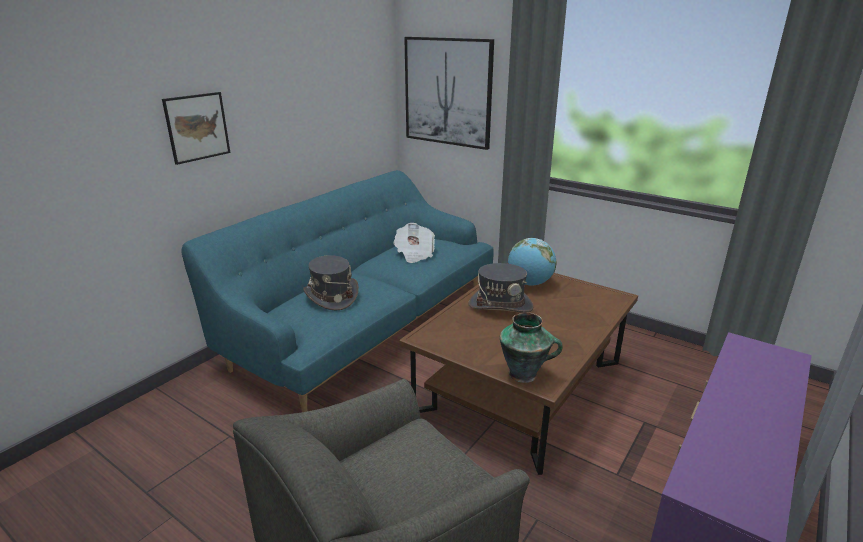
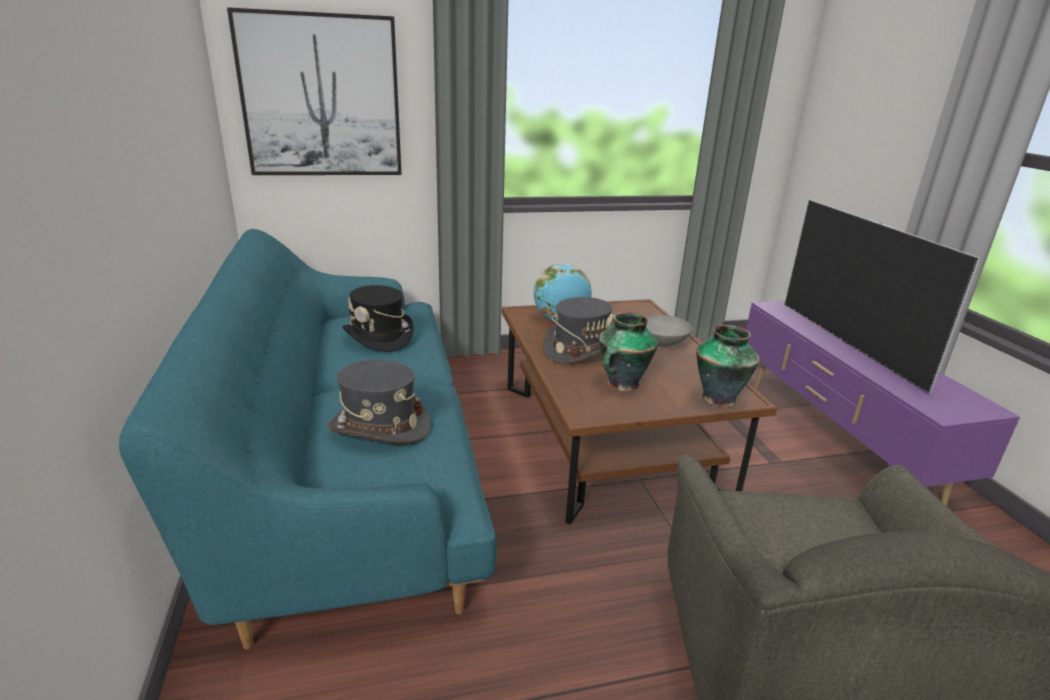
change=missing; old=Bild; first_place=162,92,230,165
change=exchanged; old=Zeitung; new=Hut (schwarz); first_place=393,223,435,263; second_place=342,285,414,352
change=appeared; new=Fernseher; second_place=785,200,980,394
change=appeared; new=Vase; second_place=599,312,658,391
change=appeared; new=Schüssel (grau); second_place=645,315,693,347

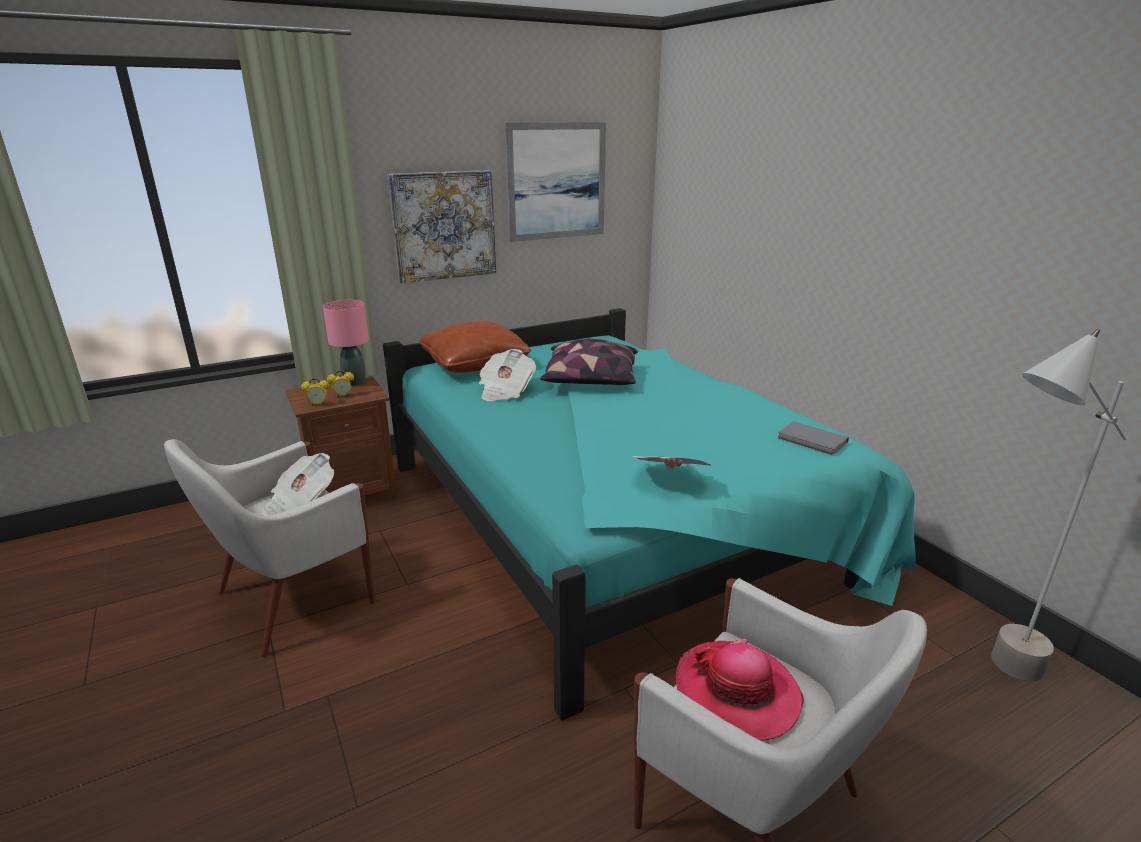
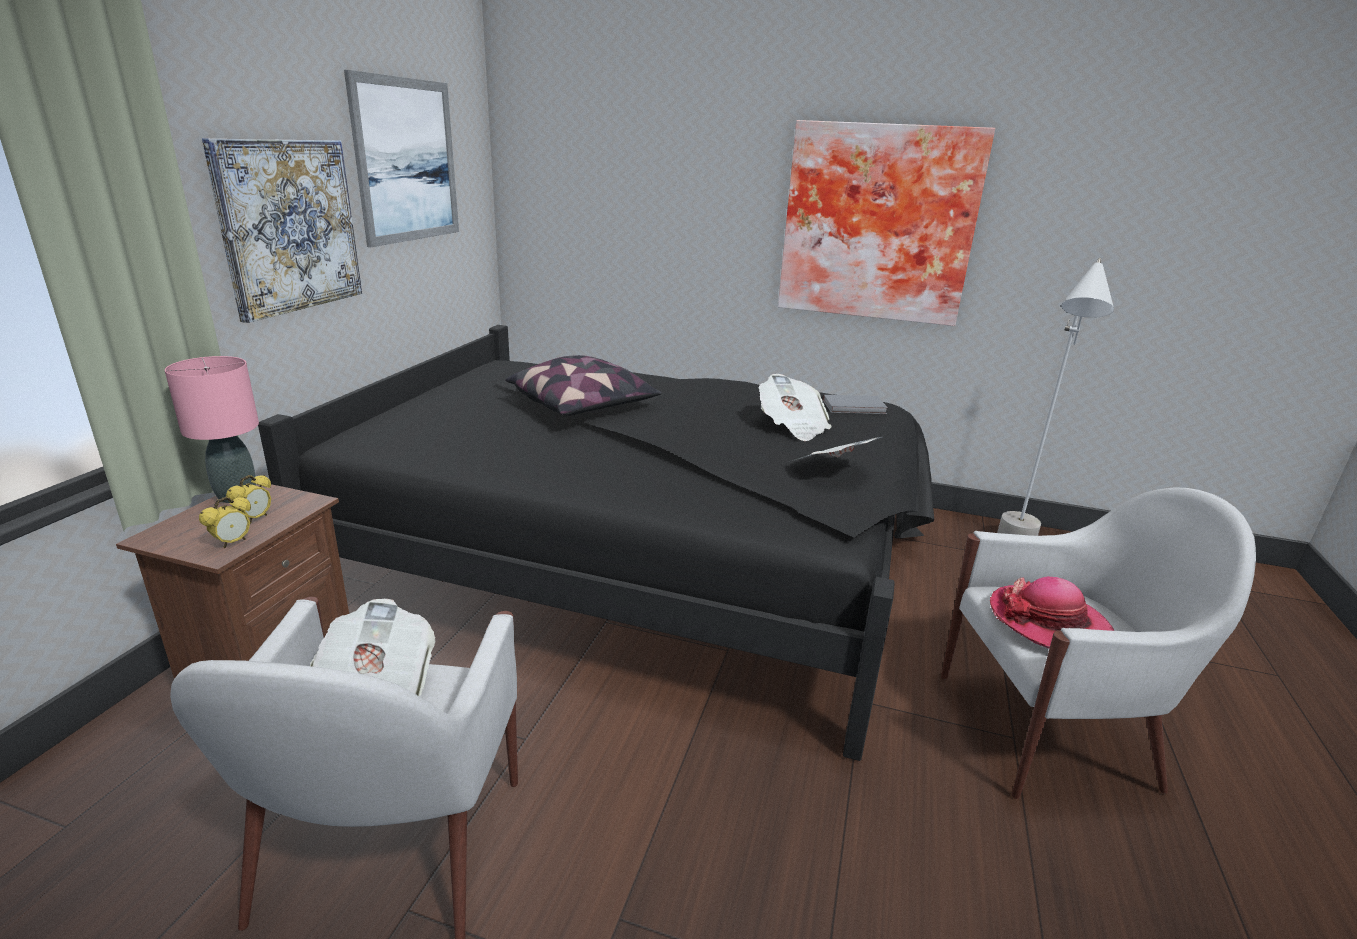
change=colour; old=Bett (türkis); new=Bett (schwarz); first_place=383,308,916,721; second_place=258,325,934,761
change=missing; old=Kissen (braun); first_place=419,321,531,373
change=relocated; old=Zeitung; first_place=479,349,536,401; second_place=758,374,832,441
change=appeared; new=Bild; second_place=778,120,995,326

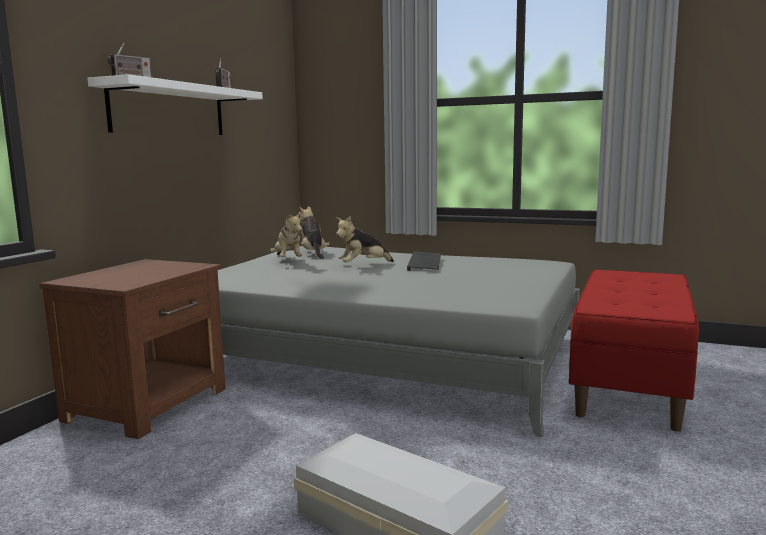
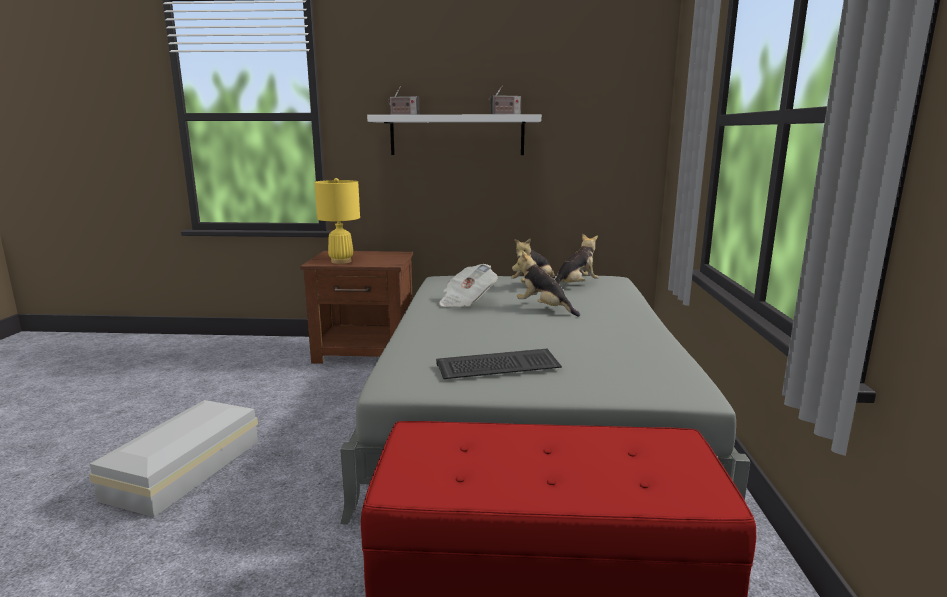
change=relocated; old=Tastatur; first_place=407,251,441,271; second_place=436,349,562,379
change=appeared; new=Tischlampe (gelb); second_place=314,178,360,264
change=appeared; new=Zeitung; second_place=439,264,498,307

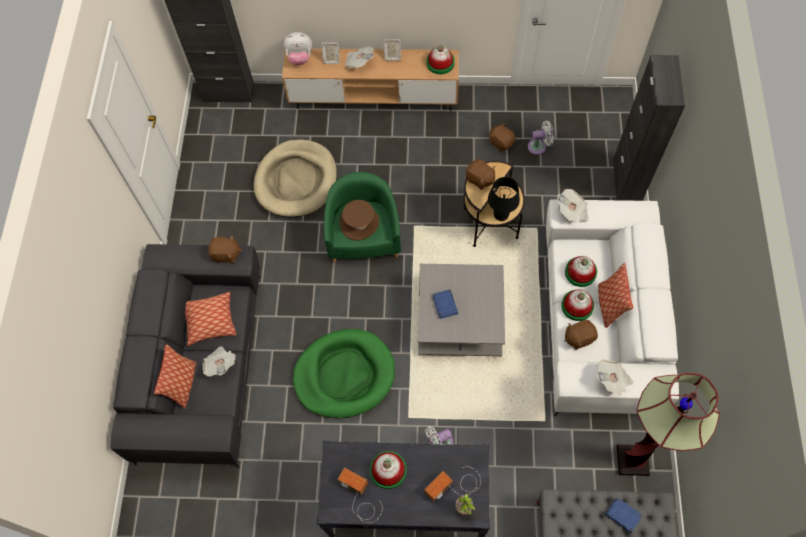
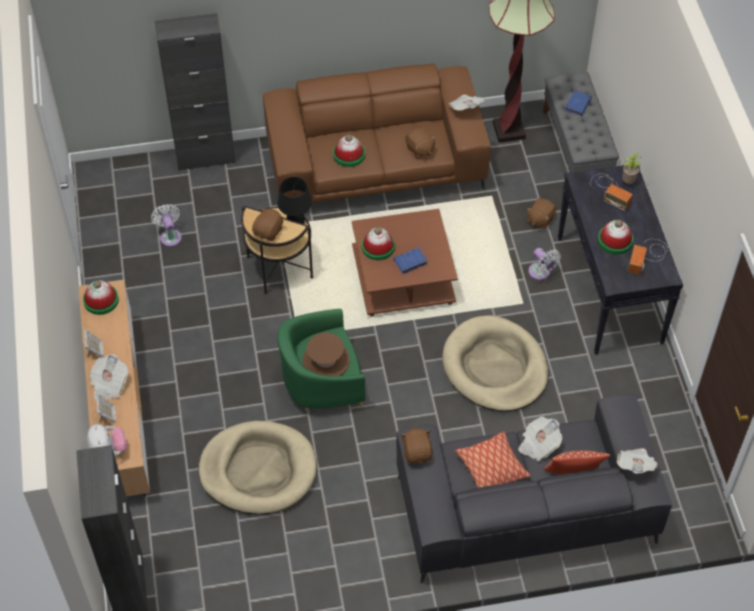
change=relocated; old=Plüschtier (braun); first_place=489,123,516,152; second_place=527,198,556,229
change=relocated; old=Zeitung; first_place=557,189,588,223; second_place=617,448,658,473
change=colour; old=Sofa (weiß); new=Sofa (braun); first_place=546,199,679,417; second_place=263,63,491,203
change=missing; old=Kissen; first_place=598,263,633,328
change=colour; old=Couchtisch (grau); new=Couchtisch (braun); first_place=418,264,505,356; second_place=352,209,458,316
change=relocated; old=Hut; first_place=561,289,594,321; second_place=362,227,395,260
change=colour; old=Hundebett (grün); new=Hundebett (beige); first_place=293,329,395,419; second_place=442,315,548,412

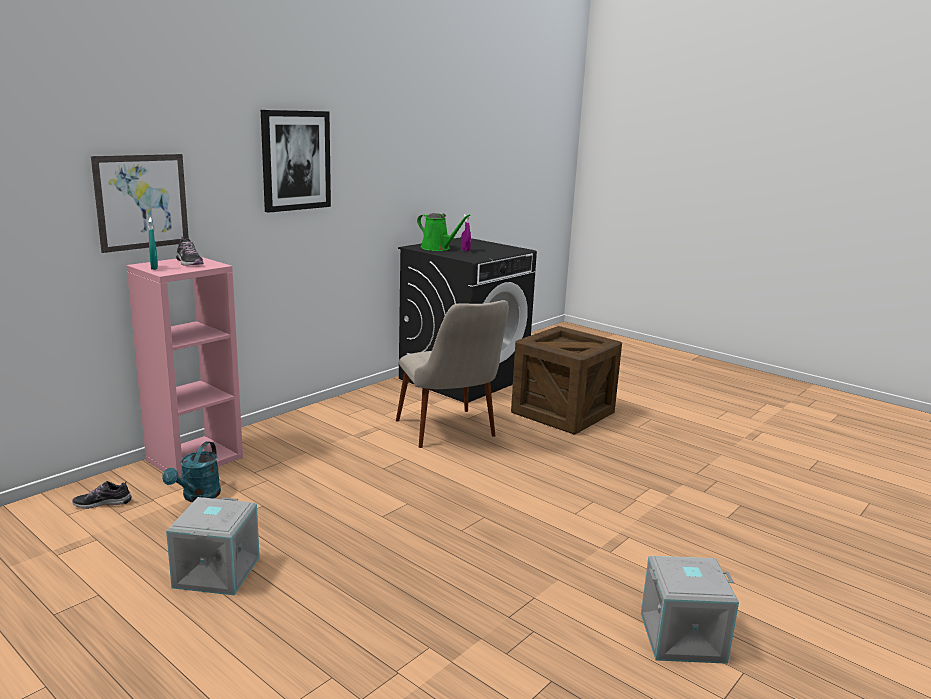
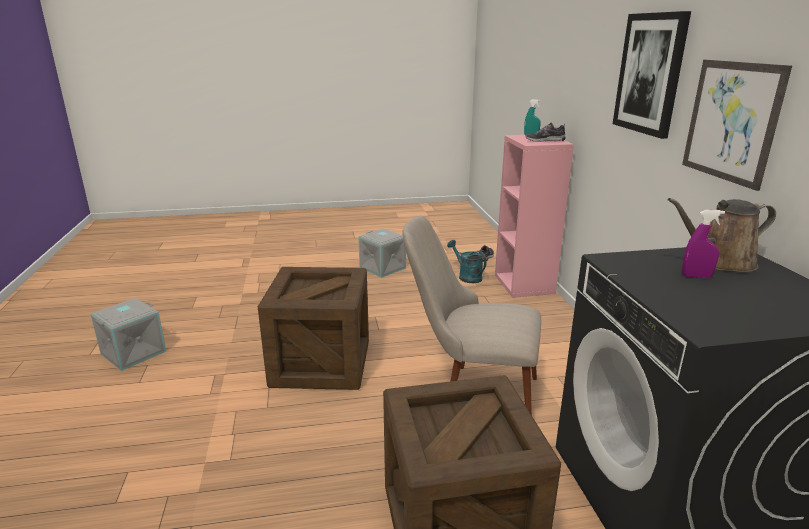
change=relocated; old=Bild; first_place=91,154,189,253; second_place=682,60,792,191
change=colour; old=Gießkanne (grün); new=Gießkanne (braun); first_place=417,213,470,251; second_place=668,198,776,273
change=appeared; new=Kiste; second_place=258,267,369,390

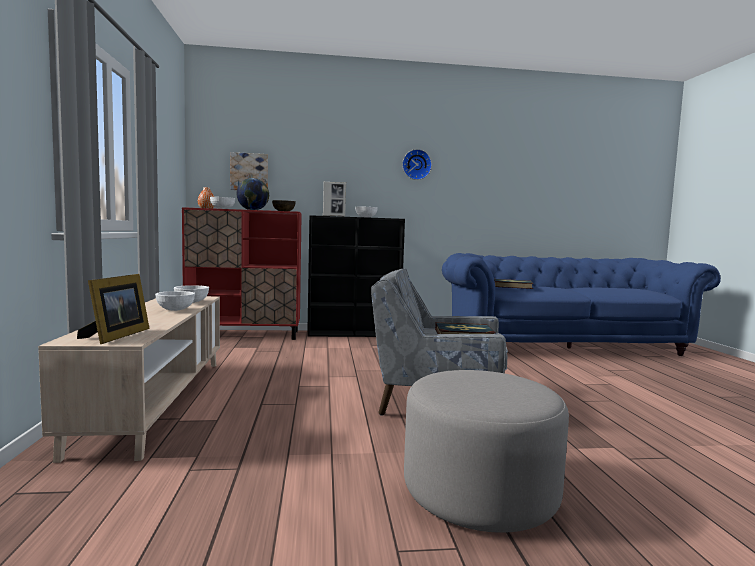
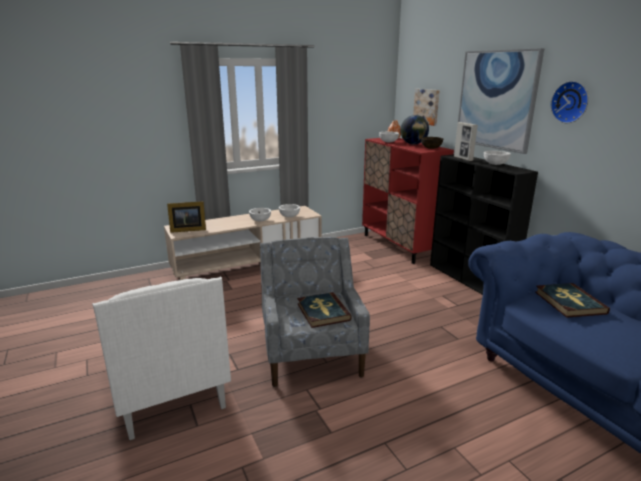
change=exchanged; old=Polsterhocker (grau); new=Sessel (weiß); first_place=404,370,569,533; second_place=92,277,231,440
change=appeared; new=Bild; second_place=458,48,544,154

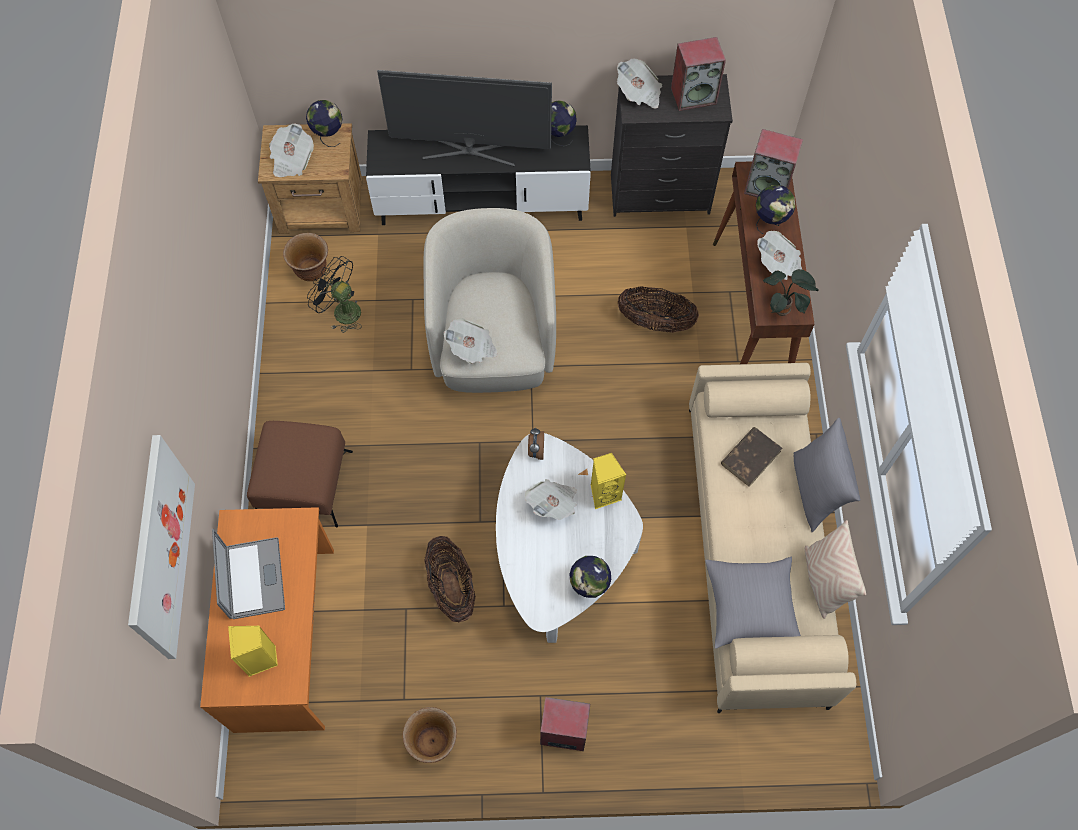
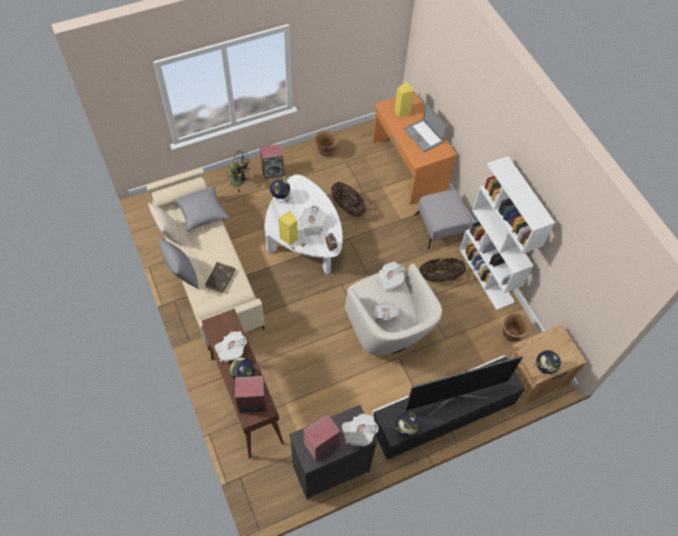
change=relocated; old=Zeitung; first_place=269,124,314,177; second_place=371,300,400,320
change=relocated; old=Ventilator (schwarz); first_place=307,256,362,333; second_place=226,151,251,192
change=missing; old=Topfpflanze; first_place=763,269,819,316
change=relocated; old=Korb; first_place=618,286,699,333; second_place=419,258,466,282
change=colour; old=Polsterhocker (braun); new=Polsterhocker (grau); first_place=247,421,353,527; second_place=414,190,472,249
change=missing; old=Bild; first_place=128,435,195,659
change=appeared; new=Bücherregal (weiß); second_place=459,156,555,310

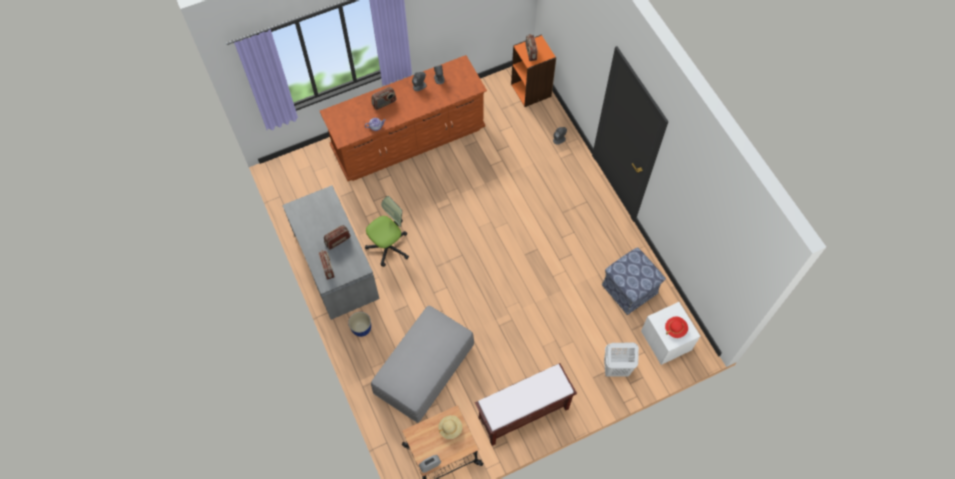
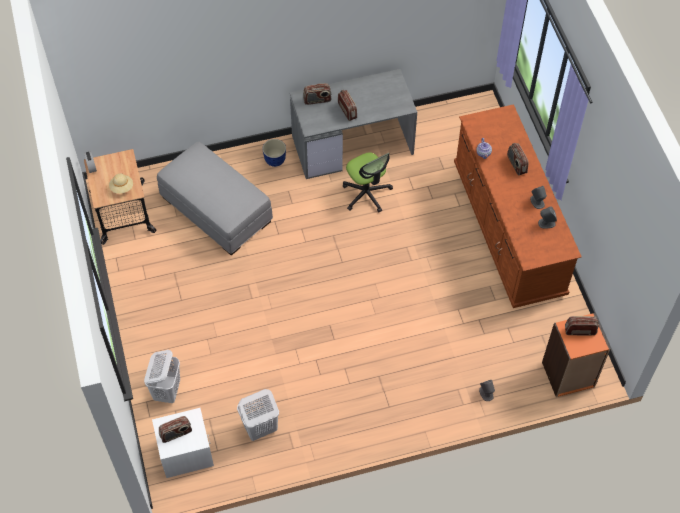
change=exchanged; old=Polsterhocker; new=Wäschekorb (weiß); first_place=602,247,666,315; second_place=237,389,279,441
change=exchanged; old=Hut (rot); new=Radio; first_place=665,317,688,338; second_place=159,416,192,443
change=missing; old=Bank (braun); first_place=475,363,577,446

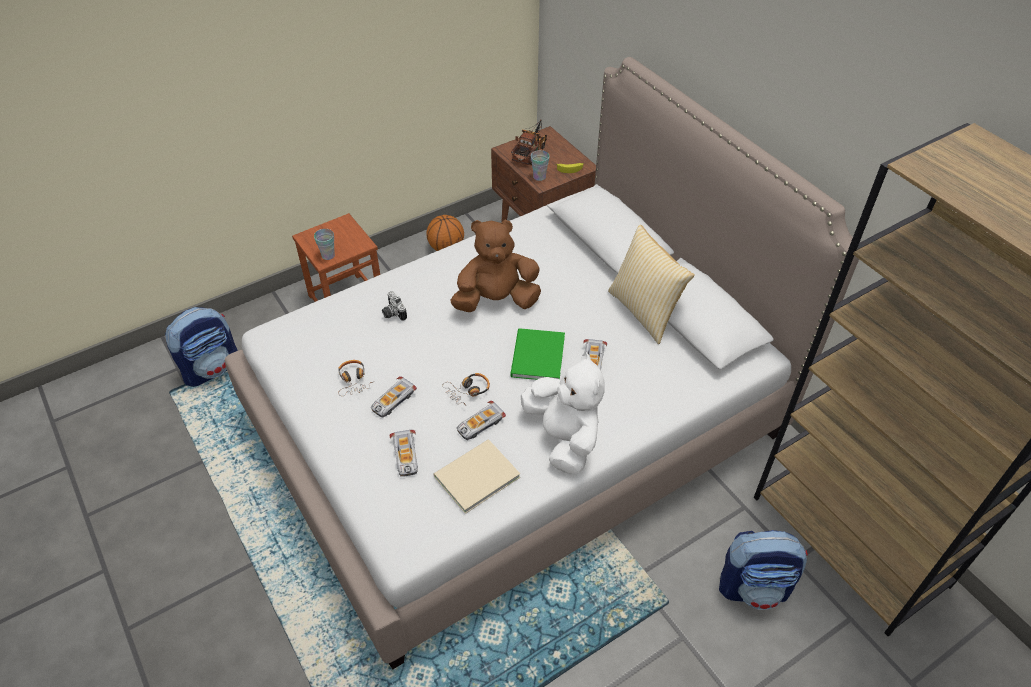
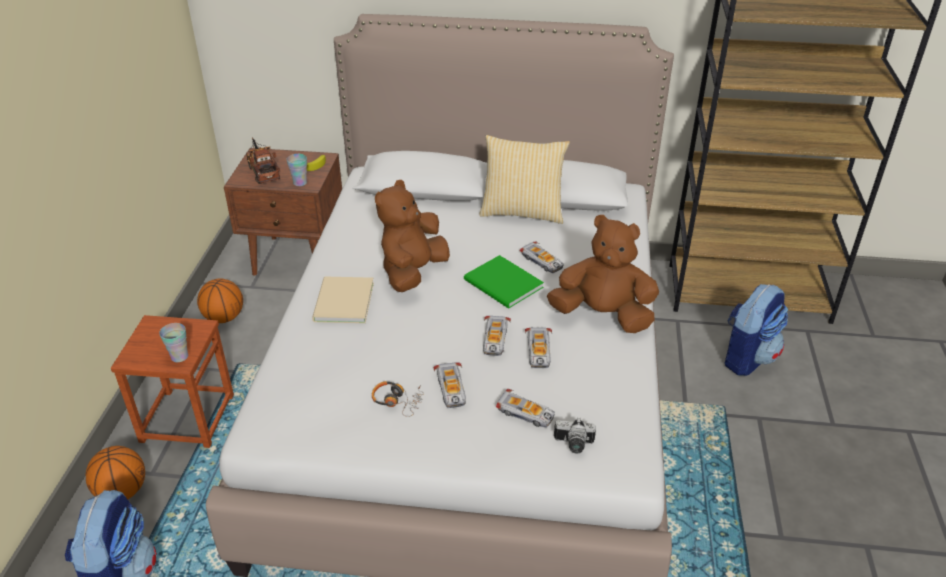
change=relocated; old=Kamera; first_place=382,291,407,321; second_place=554,418,596,454
change=colour; old=Plüschtier (weiß); new=Plüschtier (braun); first_place=521,352,605,474; second_place=547,215,659,333
change=exchanged; old=Kopfhörer; new=Spielzeugauto; first_place=442,373,490,405; second_place=483,316,511,356
change=relocated; old=Buch (beige); first_place=434,439,520,514; second_place=312,277,374,323
change=appeared; new=Basketball; second_place=86,446,145,499

